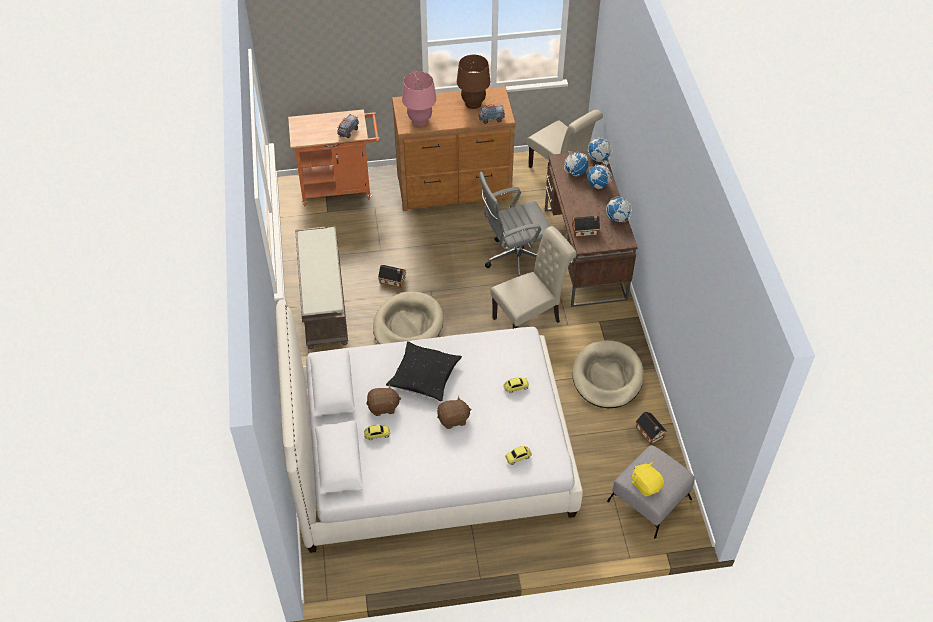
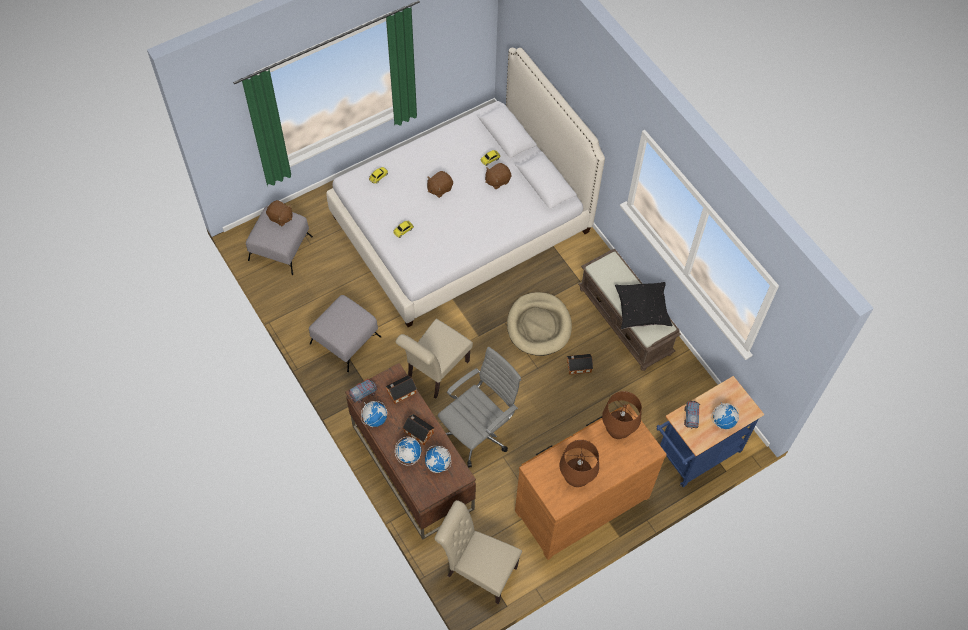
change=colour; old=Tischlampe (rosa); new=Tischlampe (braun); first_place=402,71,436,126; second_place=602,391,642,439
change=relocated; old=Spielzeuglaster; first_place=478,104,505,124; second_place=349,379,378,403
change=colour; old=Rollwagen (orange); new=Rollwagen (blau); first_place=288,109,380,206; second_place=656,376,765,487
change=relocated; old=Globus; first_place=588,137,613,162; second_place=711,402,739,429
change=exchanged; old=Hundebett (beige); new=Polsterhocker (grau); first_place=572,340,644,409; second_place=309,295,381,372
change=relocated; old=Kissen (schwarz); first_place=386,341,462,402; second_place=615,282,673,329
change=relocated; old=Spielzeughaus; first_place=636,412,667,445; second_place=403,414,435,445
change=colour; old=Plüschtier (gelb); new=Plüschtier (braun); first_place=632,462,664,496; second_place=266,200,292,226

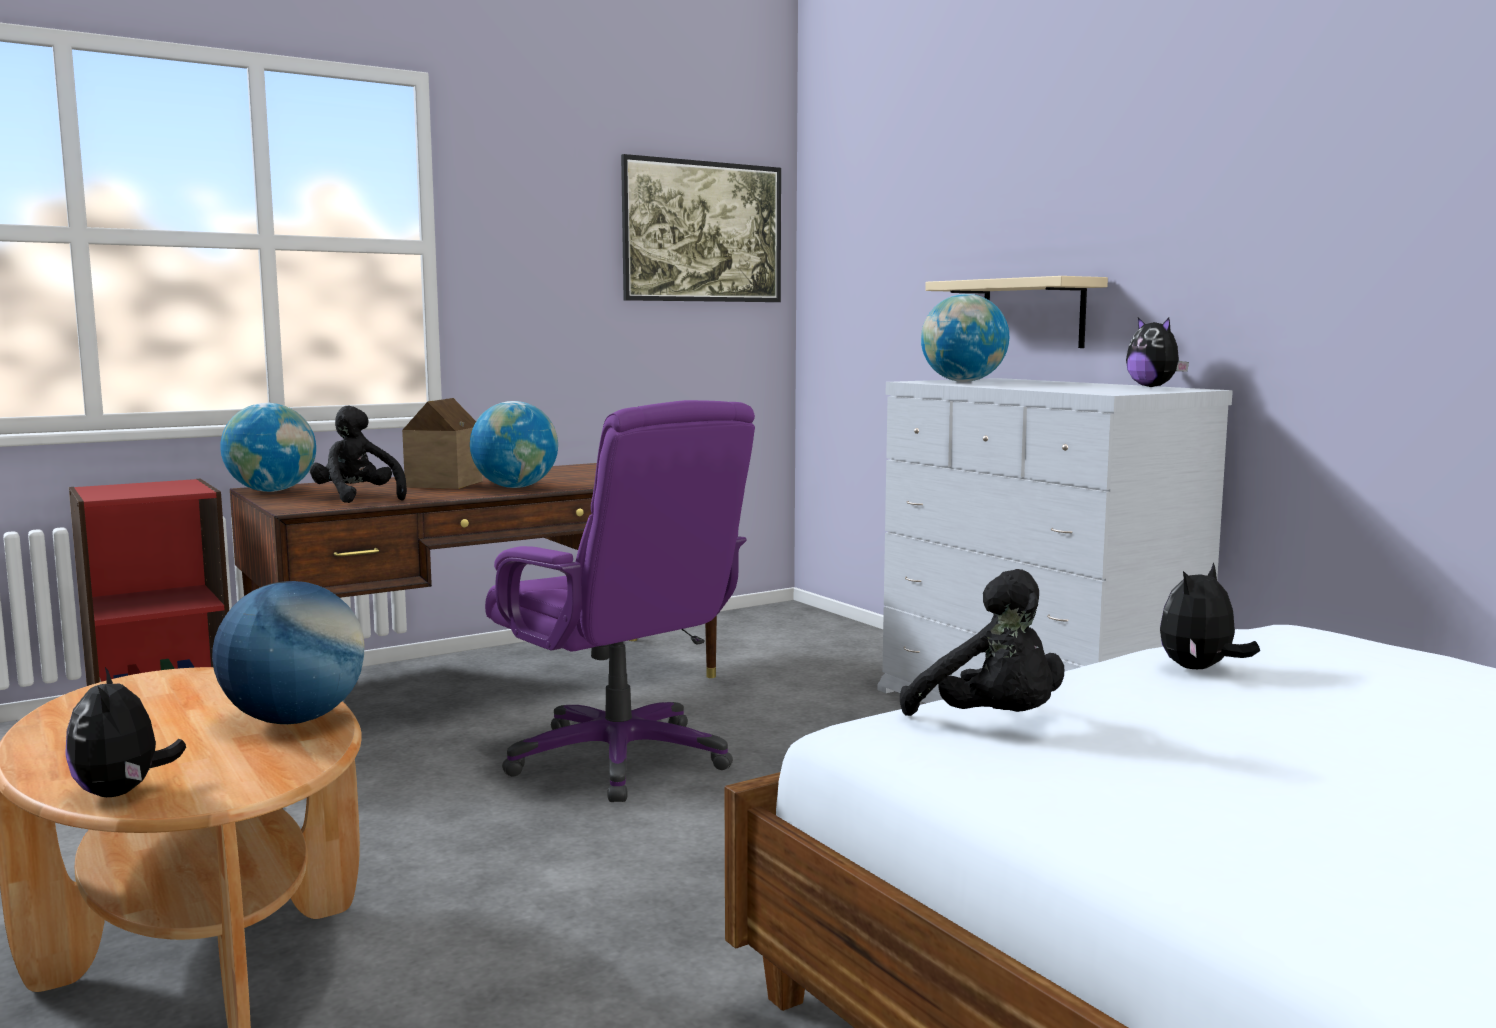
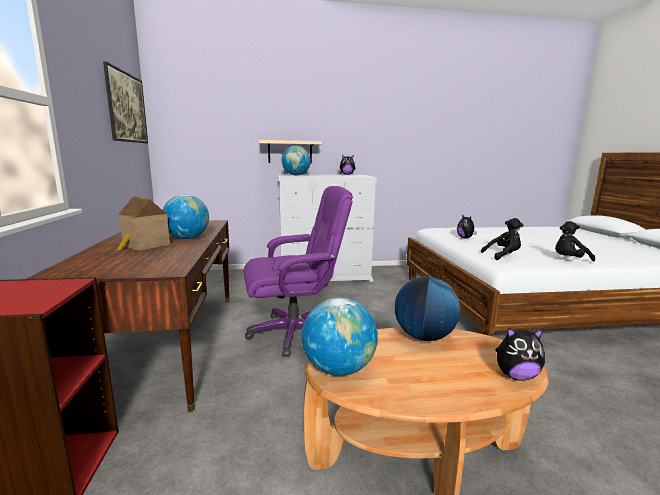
change=relocated; old=Globus; first_place=220,403,316,492; second_place=302,298,378,376
change=relocated; old=Plüschtier (schwarz); first_place=310,405,407,503; second_place=555,221,595,262

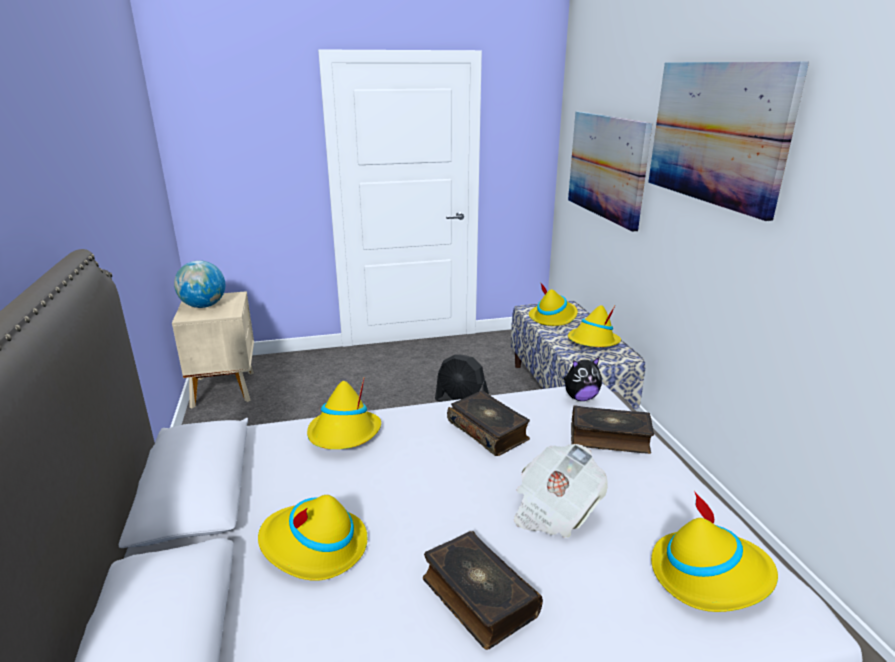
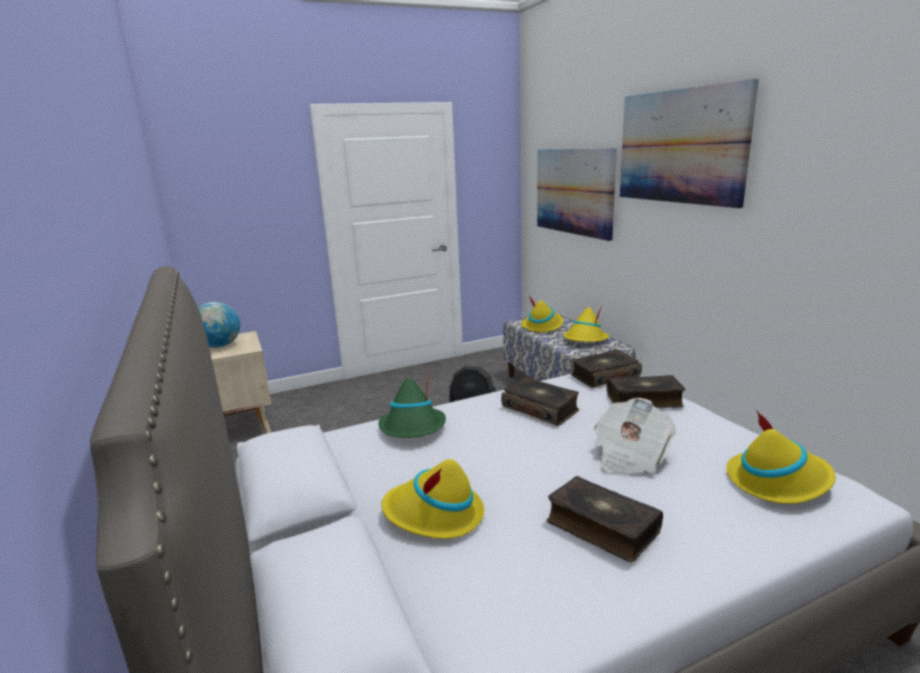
change=exchanged; old=Plüschtier; new=Buch; first_place=564,357,602,401; second_place=570,349,642,388
change=colour; old=Hut (gelb); new=Hut (grün); first_place=307,379,381,449; second_place=378,377,446,438

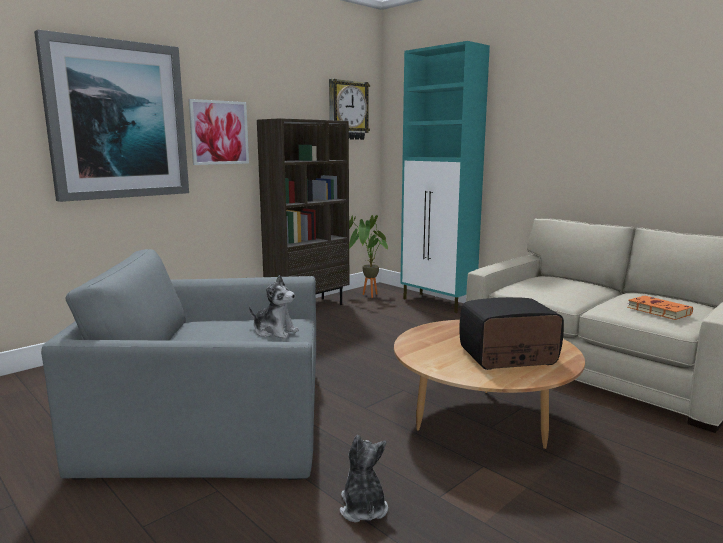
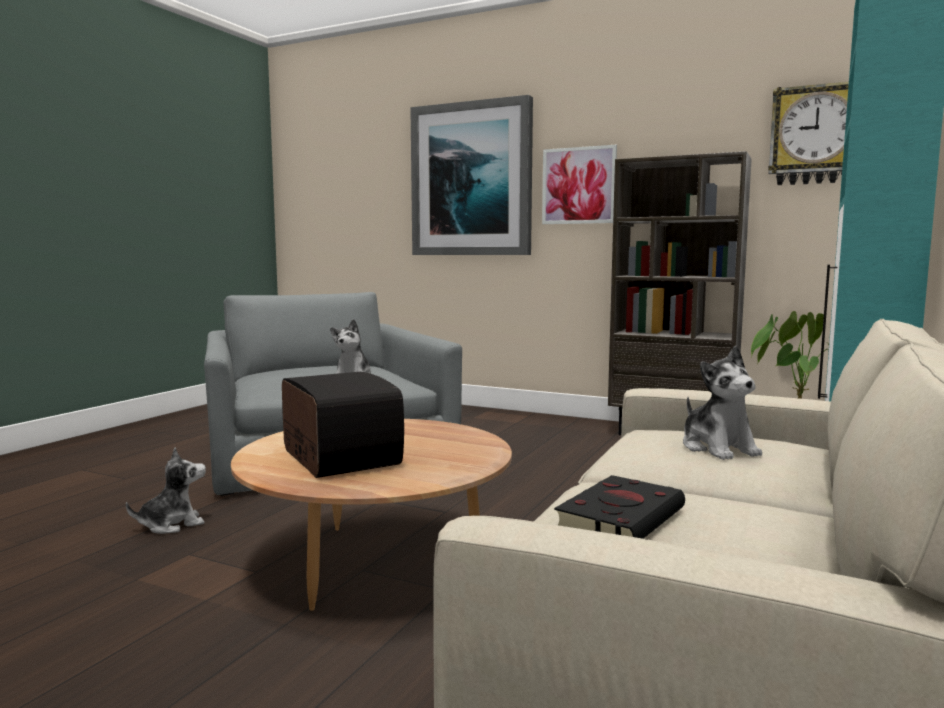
change=colour; old=Buch (orange); new=Buch (schwarz); first_place=627,296,693,320; second_place=554,475,685,539
change=appeared; new=Plüschtier; second_place=683,346,762,460

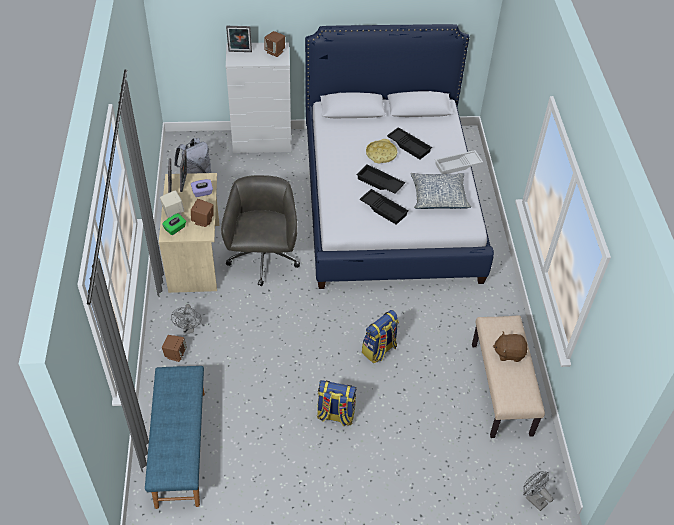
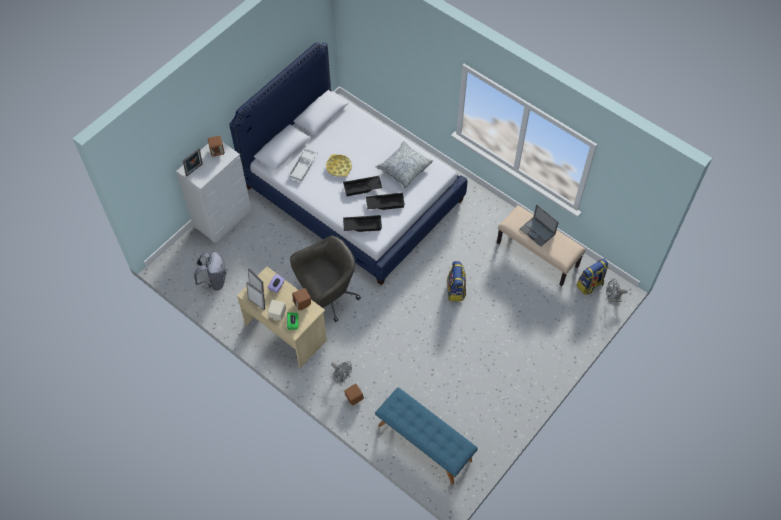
change=relocated; old=Tablett (schwarz); first_place=387,127,432,159; second_place=343,215,382,232
change=relocated; old=Tablett (weiß); first_place=435,150,483,174; second_place=288,148,318,182
change=spun; old=Bürostuhl (grau); first_place=221,175,300,286; second_place=290,236,361,322; degrees=105
change=exchanged; old=Plüschtier (braun); new=Laptop; first_place=493,331,528,362; second_place=520,205,559,247
change=relocated; old=Rucksack; first_place=317,380,357,426; second_place=577,258,608,295

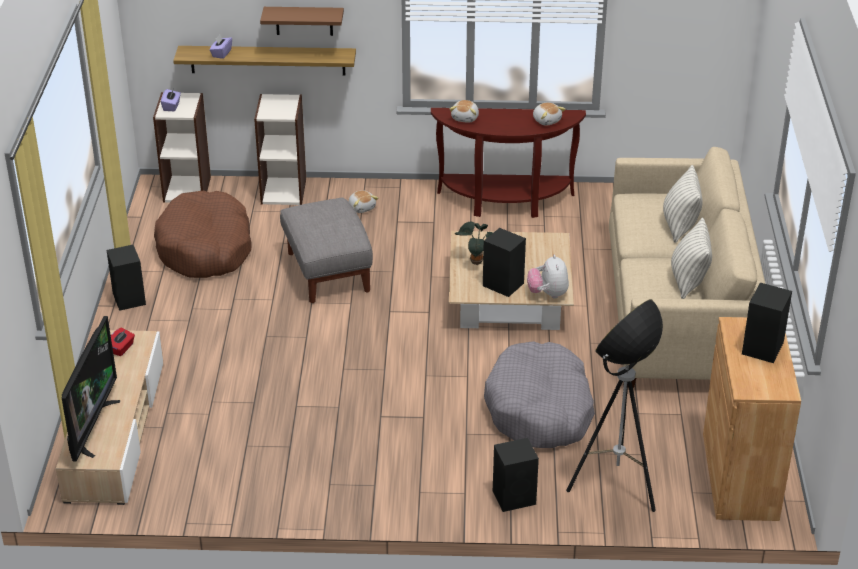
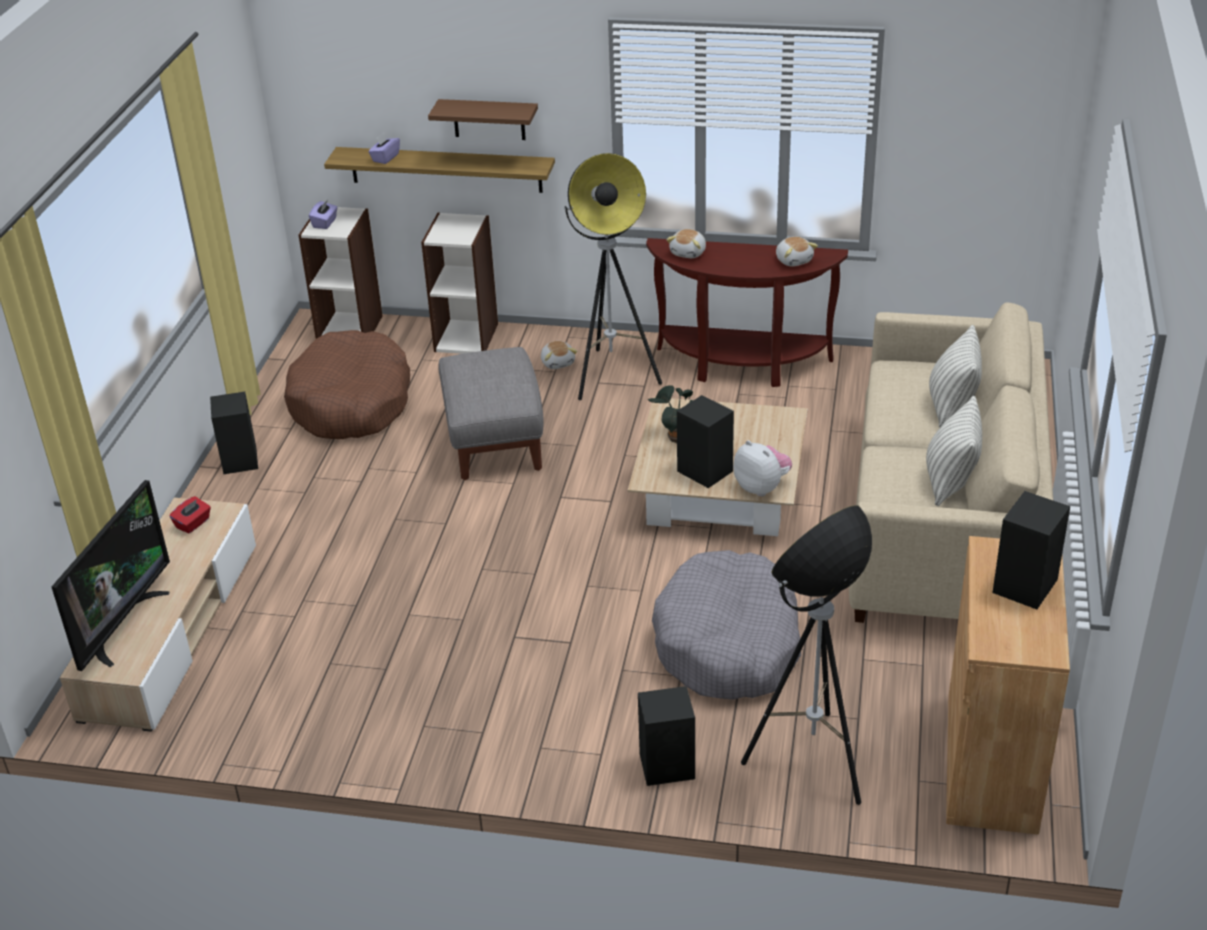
change=spun; old=Plüschtier; first_place=527,255,569,299; second_place=733,440,792,497; degrees=135
change=appeared; new=Stehlampe; second_place=565,153,662,400

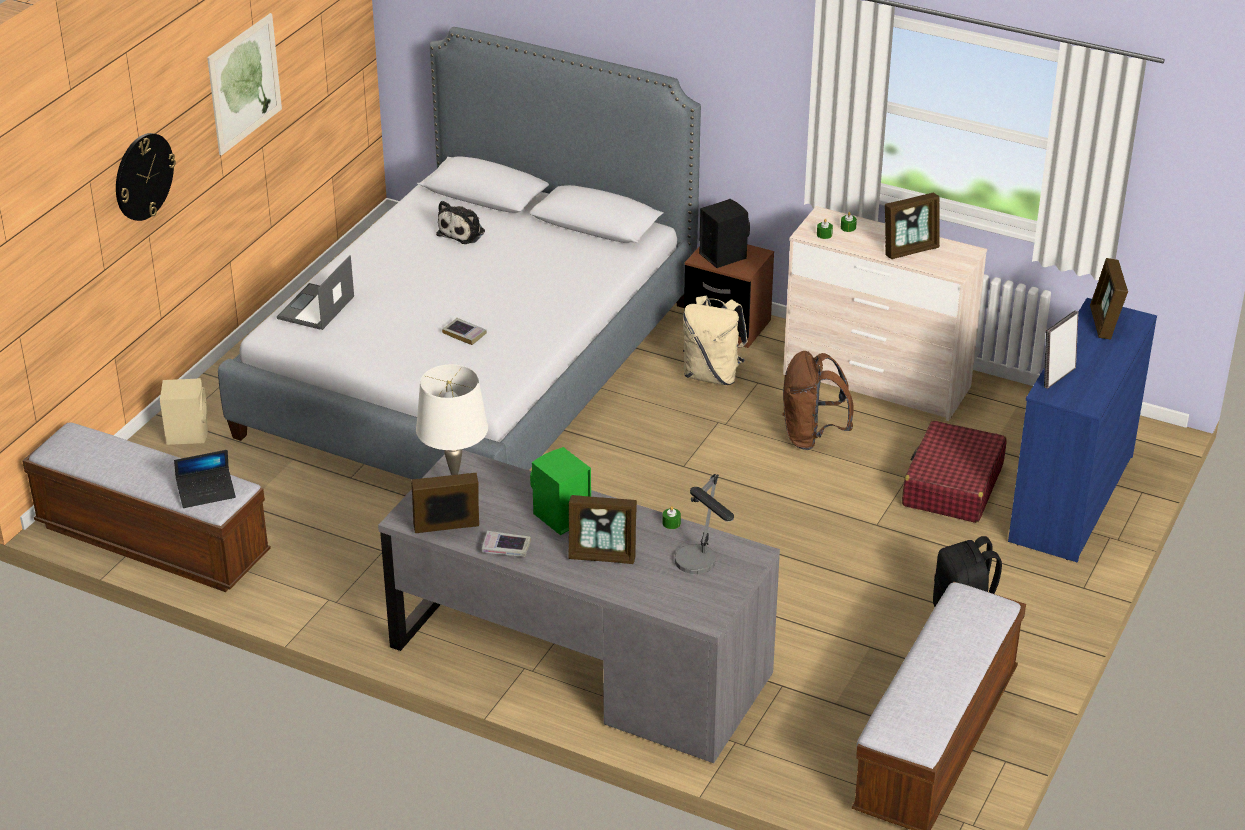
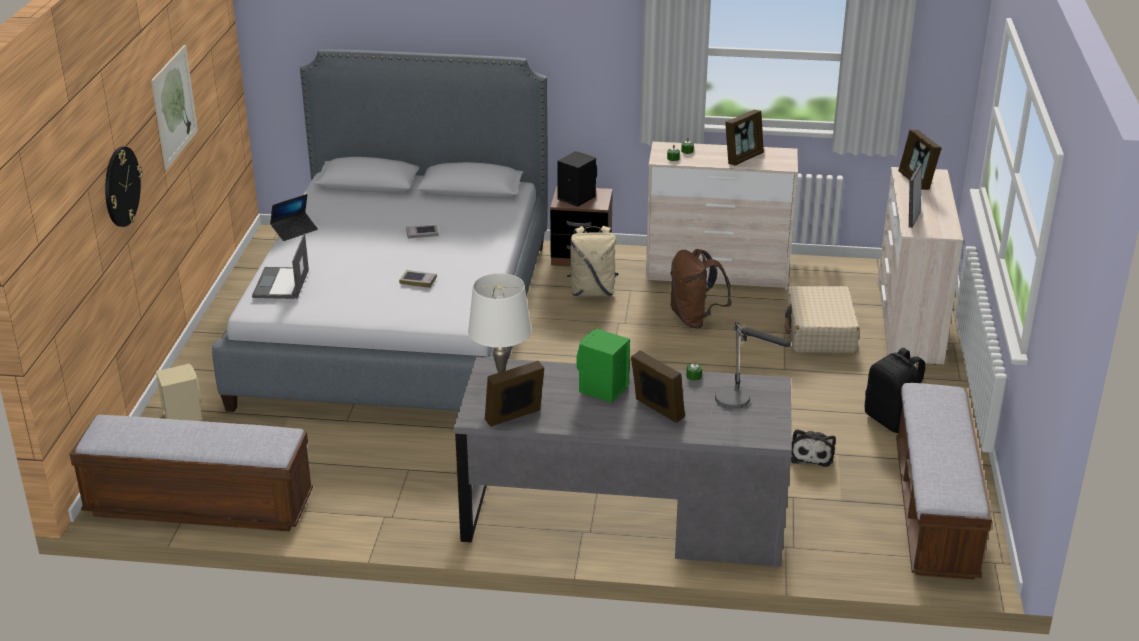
change=relocated; old=Plüschtier; first_place=436,201,485,244; second_place=791,429,836,467
change=colour; old=Kommode (blau); new=Kommode (beige); first_place=1008,298,1157,562; second_place=877,167,963,364
change=colour; old=Koffer (rot); new=Koffer (beige); first_place=902,420,1007,523; second_place=785,286,860,353
change=relocated; old=Laptop; first_place=174,450,236,508; second_place=270,194,318,241
change=spun; old=Bilderrahmen; first_place=568,495,637,564; second_place=631,351,685,423; degrees=-120
change=relocated; old=Buch; first_place=482,531,531,557; second_place=406,225,439,239

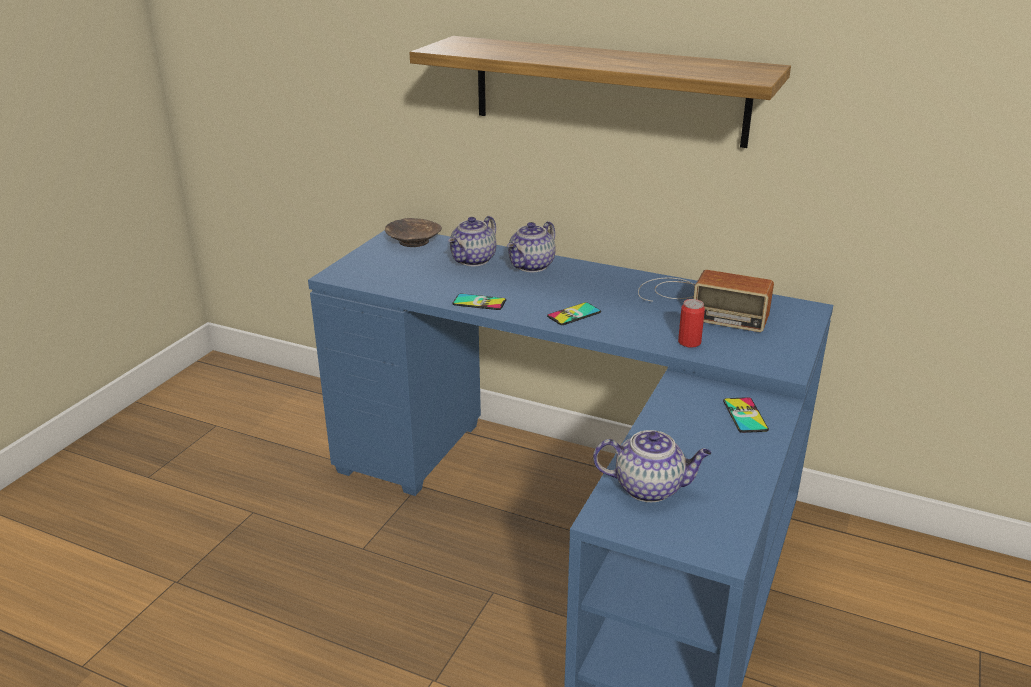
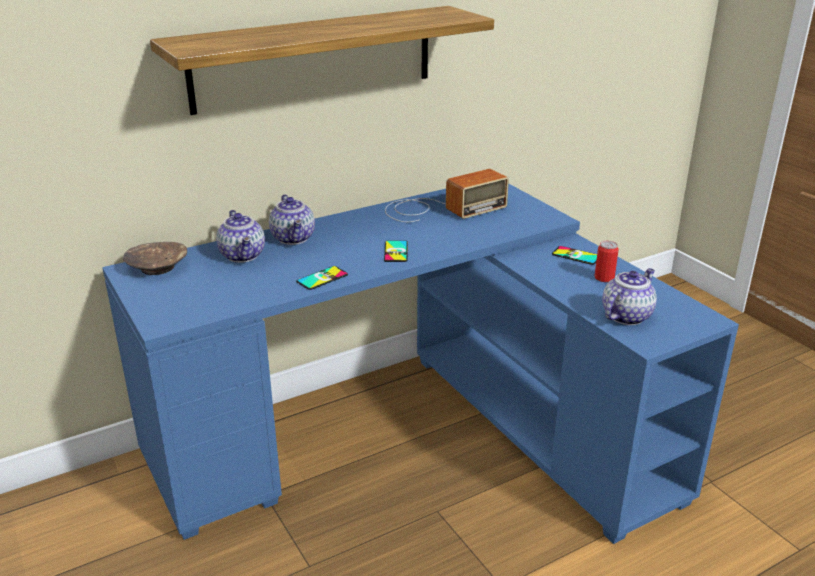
change=relocated; old=Dose; first_place=678,299,705,348; second_place=595,241,619,282

